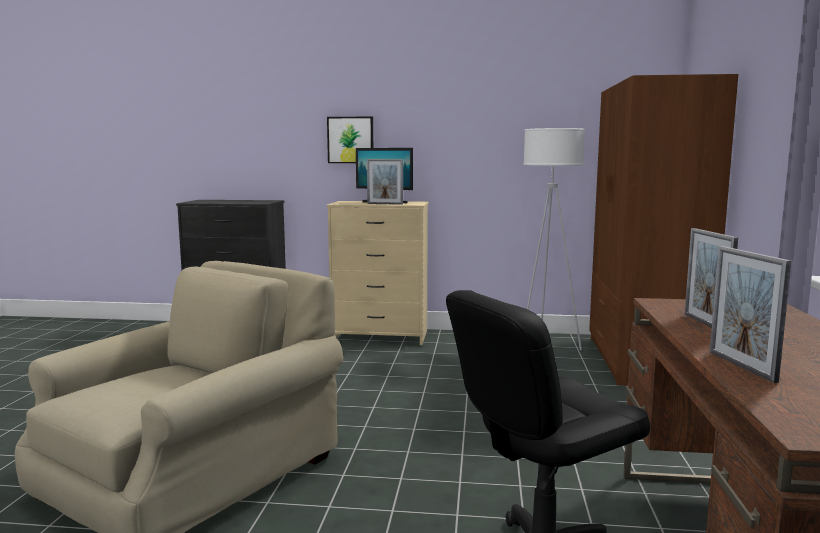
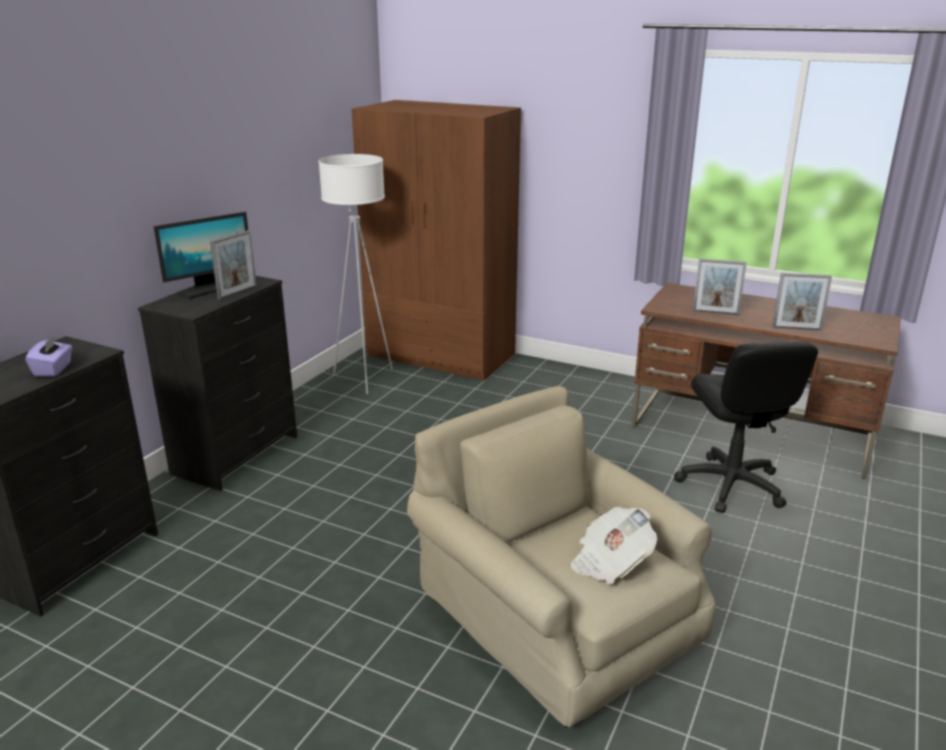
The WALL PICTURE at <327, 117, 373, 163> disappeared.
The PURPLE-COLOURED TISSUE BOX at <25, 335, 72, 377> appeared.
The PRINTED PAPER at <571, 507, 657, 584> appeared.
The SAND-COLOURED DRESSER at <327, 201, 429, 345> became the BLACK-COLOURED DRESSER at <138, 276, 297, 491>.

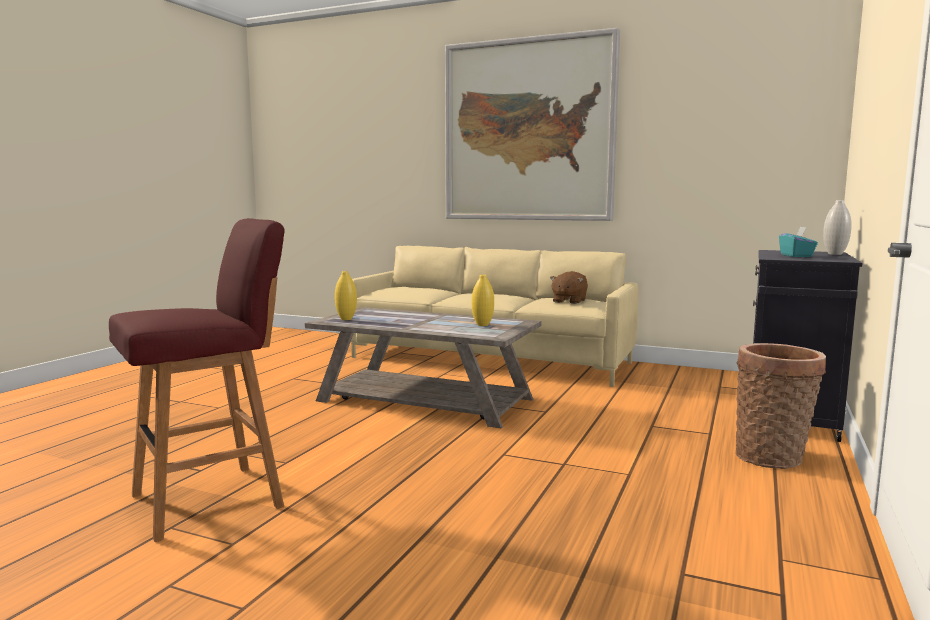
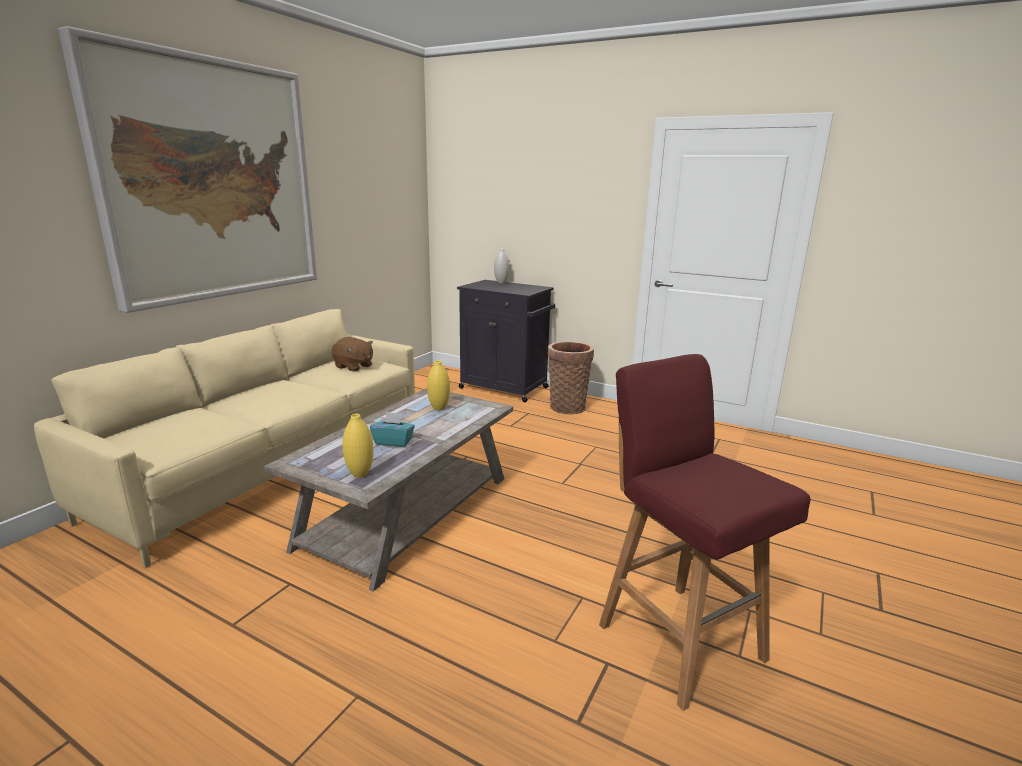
The BLUE-GREEN TISSUE BOX moved from <779, 226, 818, 257> to <370, 412, 415, 447>.

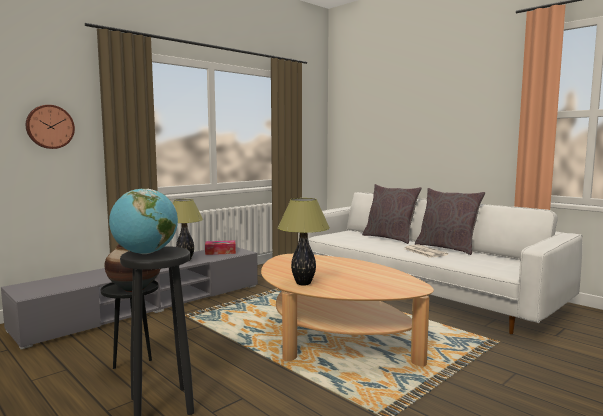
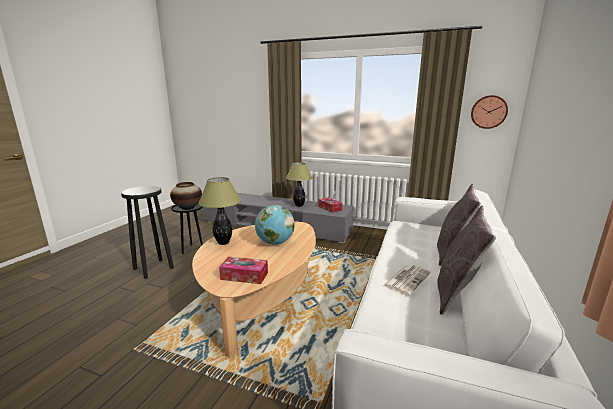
The TISSUE BOX at <219, 257, 268, 284> appeared.
The HANGING CLOCK moved from <26, 105, 75, 149> to <471, 95, 508, 129>.
The WORLD GLOBE moved from <109, 189, 178, 254> to <255, 205, 295, 245>.

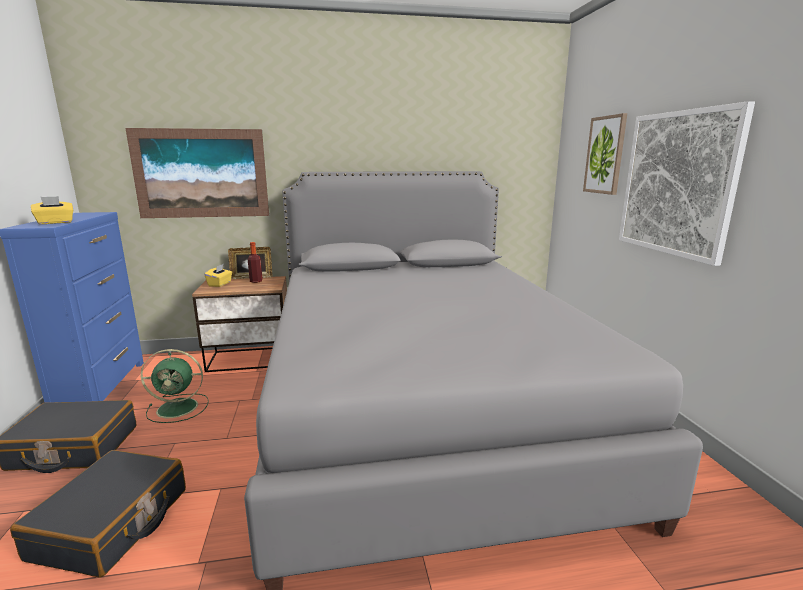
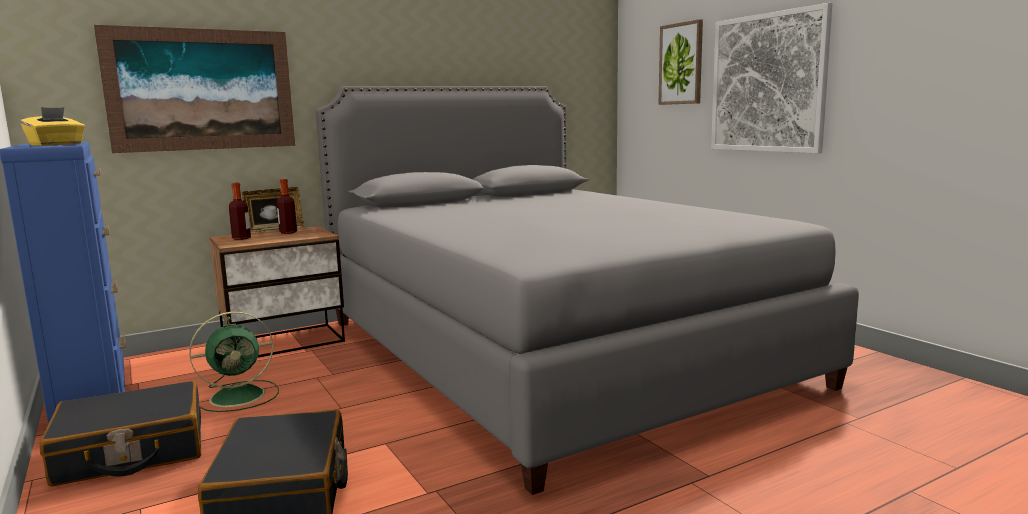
The YELLOWISH TISSUE BOX at <204, 264, 232, 287> was replaced by the BOTTLE at <229, 183, 251, 240>.

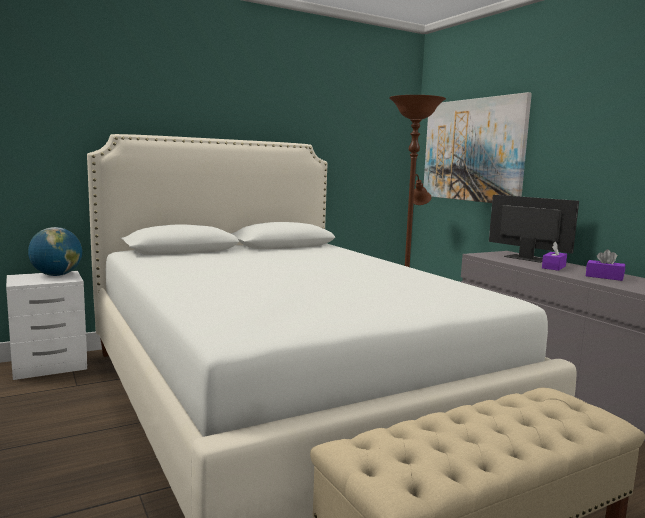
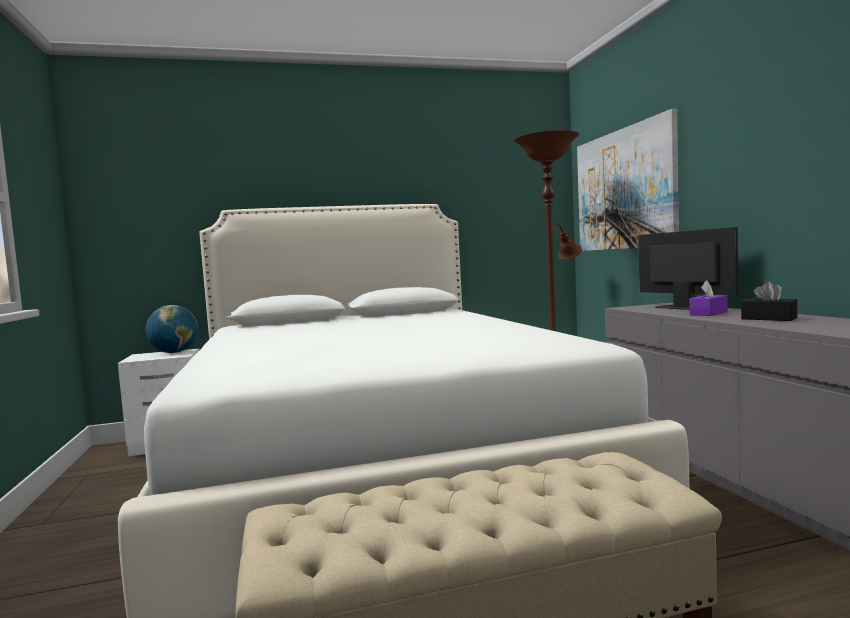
The PURPLE-COLOURED TISSUE BOX at <586, 249, 625, 281> became the BLACK-COLOURED TISSUE BOX at <741, 282, 797, 321>.

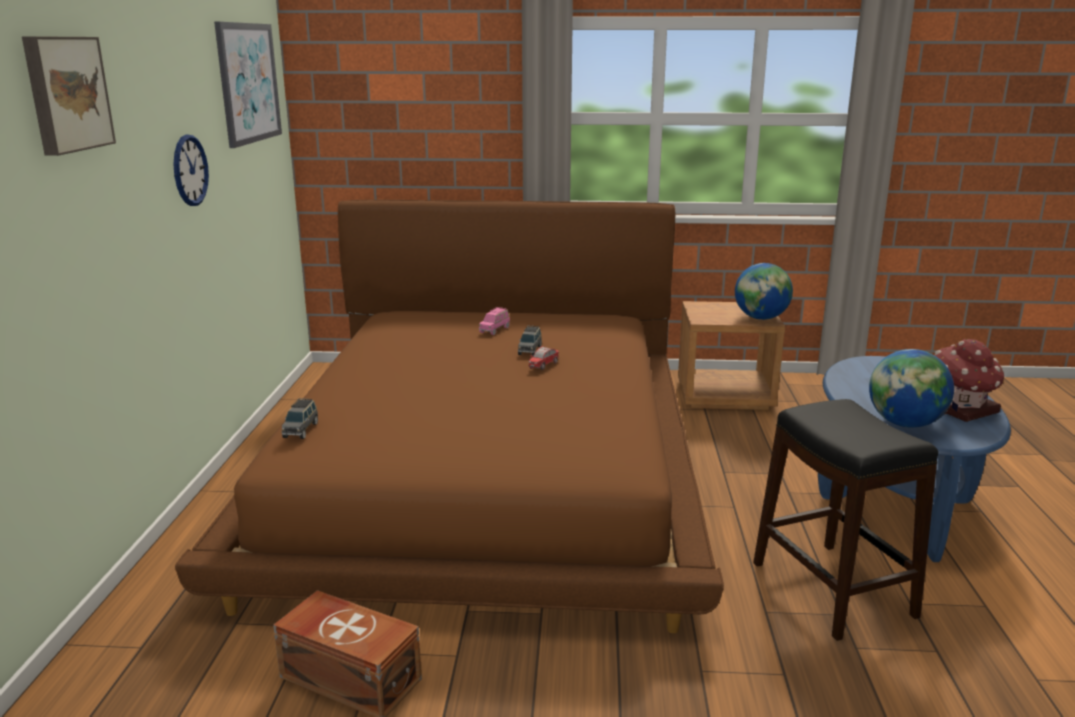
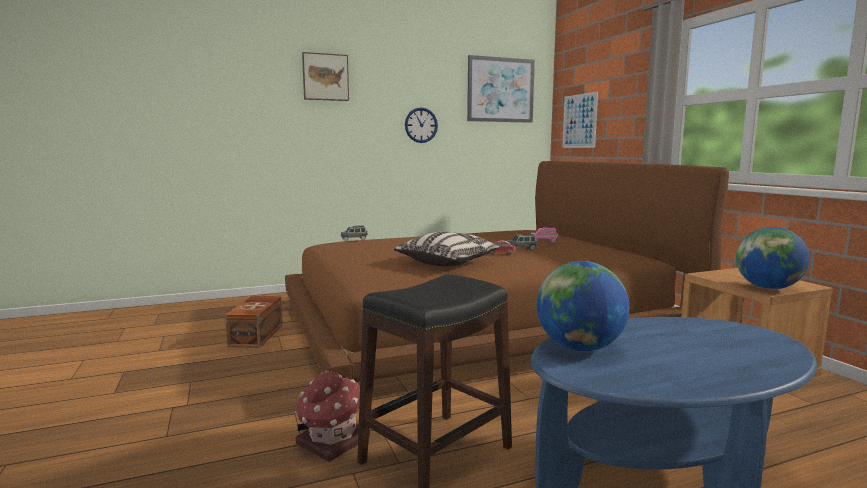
The THROW PILLOW at <394, 231, 500, 266> appeared.
The WALL PICTURE at <562, 92, 598, 148> appeared.
The MINIATURE HOUSE moved from <935, 339, 1004, 422> to <295, 371, 370, 462>.

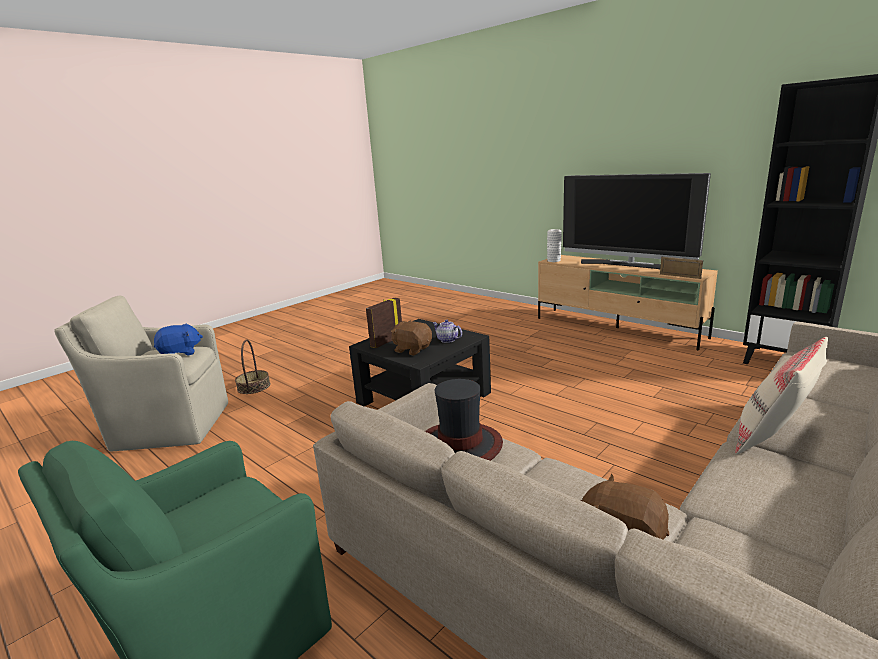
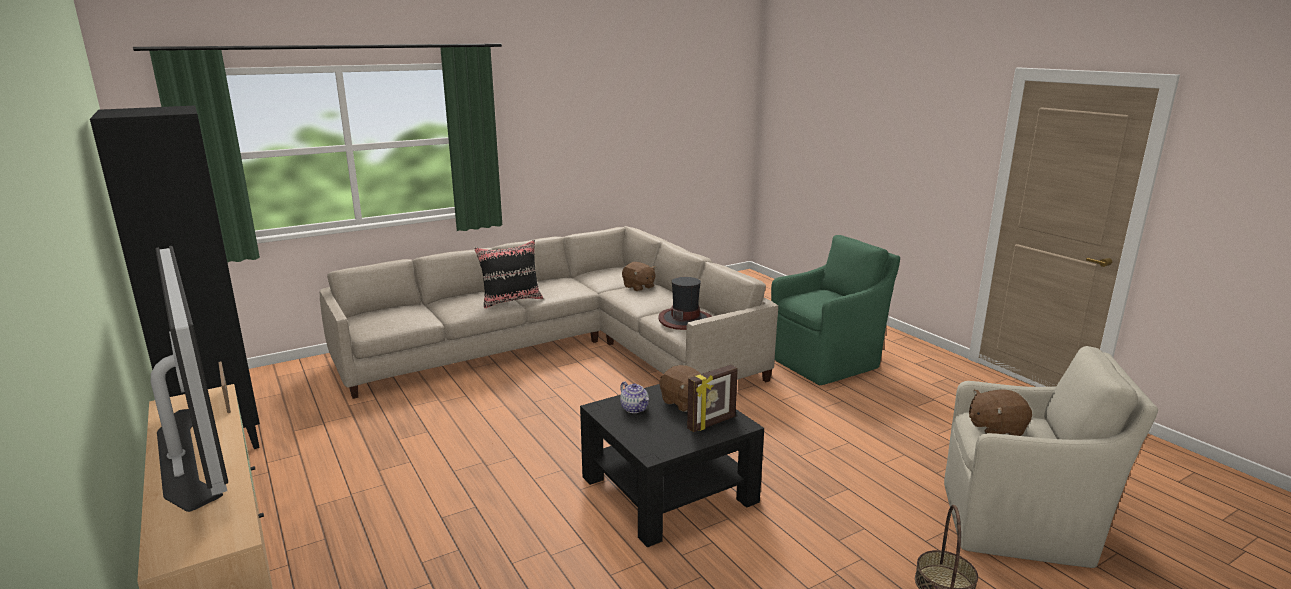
The WHITE-COLOURED FLOWER VASE at <547, 229, 562, 262> disappeared.
The BLUE CUDDLY TOY at <154, 323, 203, 356> became the BROWN-COLOURED CUDDLY TOY at <969, 390, 1032, 436>.
The SAND-COLOURED THROW PILLOW at <735, 337, 828, 454> became the BLACK-COLOURED THROW PILLOW at <474, 240, 544, 308>.

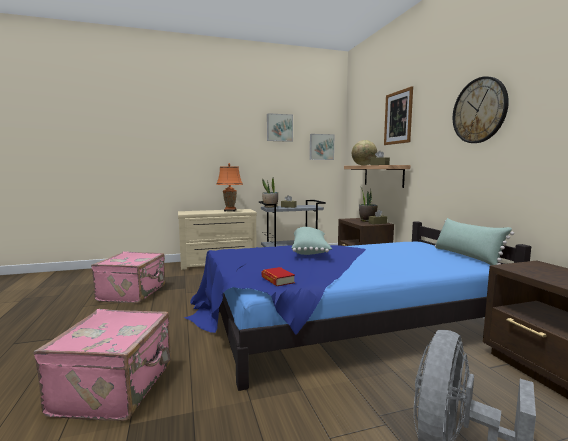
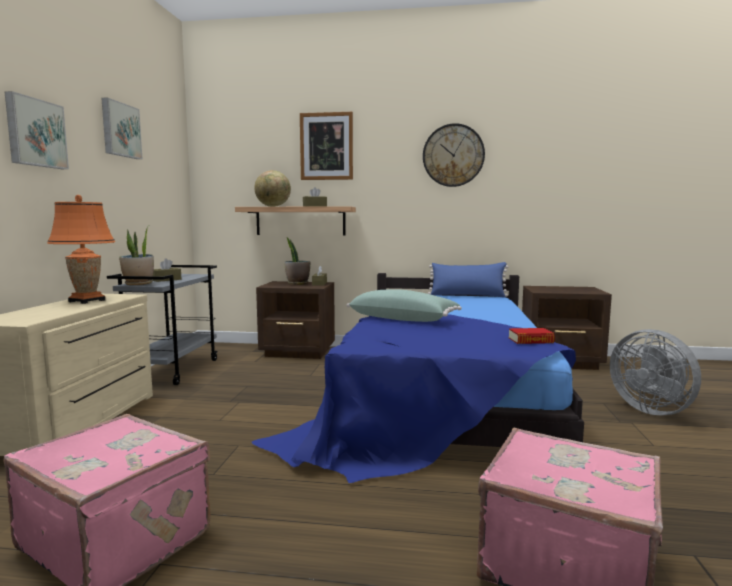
The WALL PICTURE moved from <310, 134, 334, 160> to <5, 91, 69, 169>.
The GREENISH THROW PILLOW at <435, 218, 514, 265> became the BLUE THROW PILLOW at <428, 262, 509, 298>.

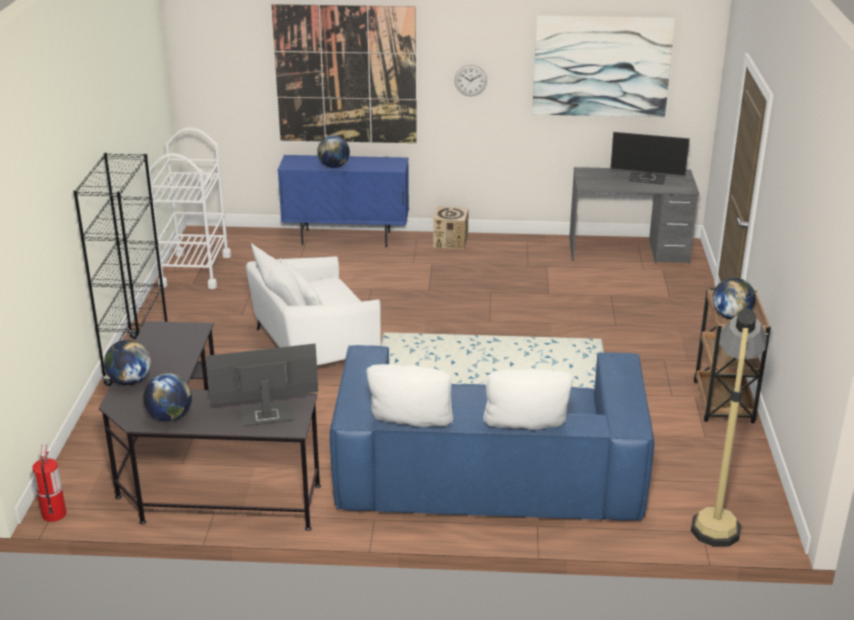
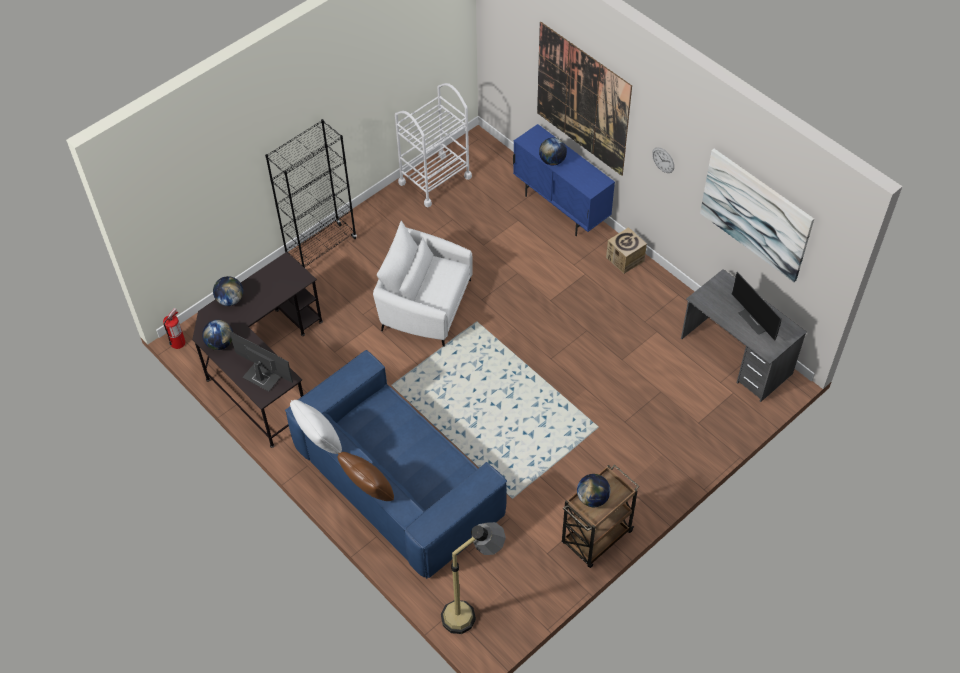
The WHITE-COLOURED THROW PILLOW at <484, 369, 574, 430> became the BROWN-COLOURED THROW PILLOW at <338, 452, 394, 501>.

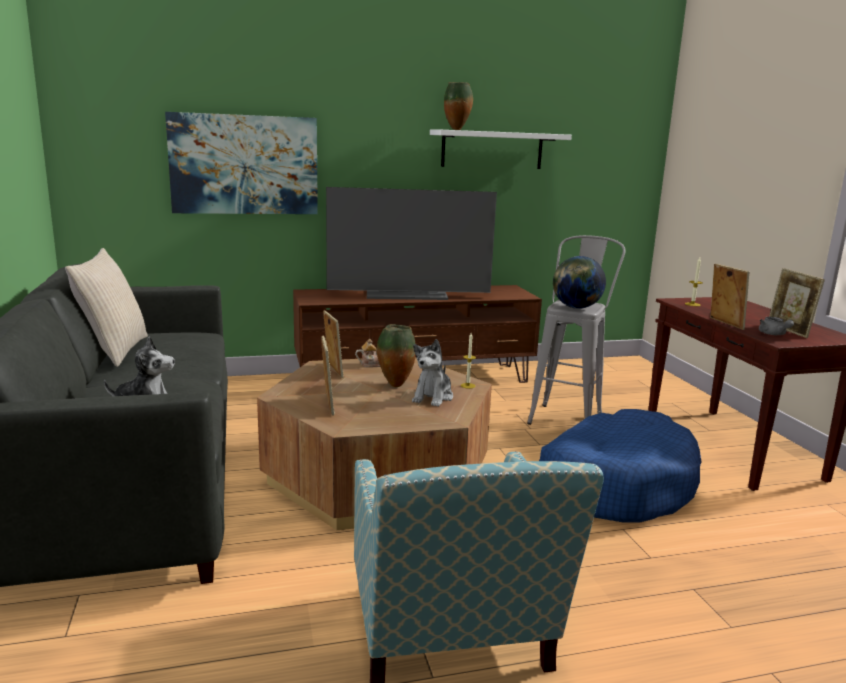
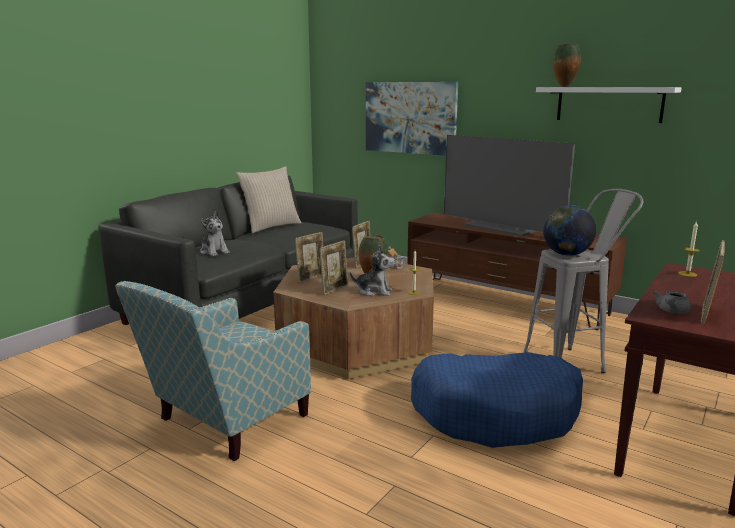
The STANDING FRAME moved from <710, 264, 749, 330> to <319, 240, 348, 295>.
The CUDDLY TOY at <412, 339, 453, 407> turned 150 degrees counterclockwise.

